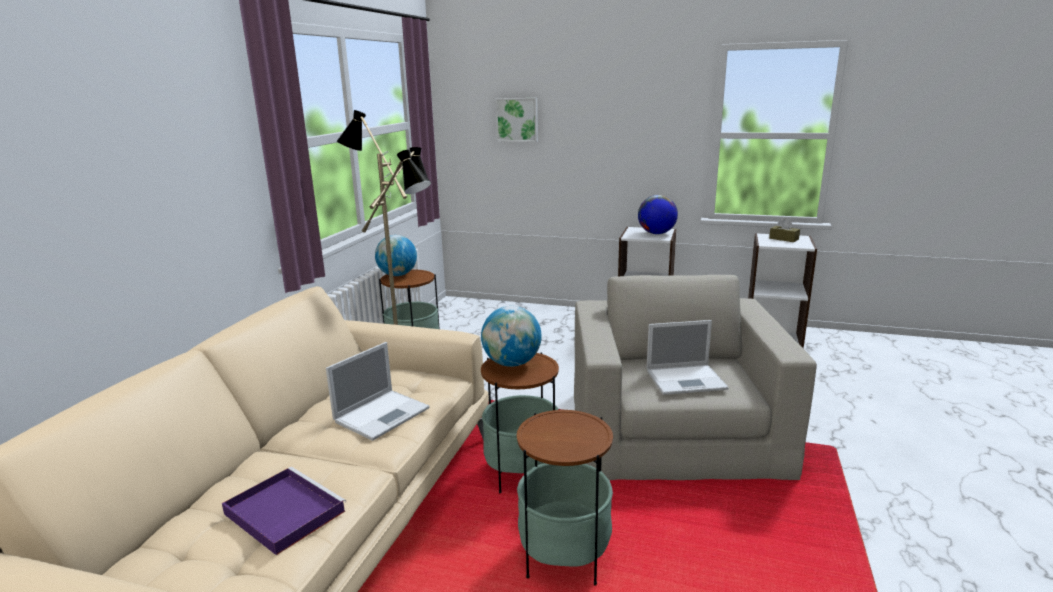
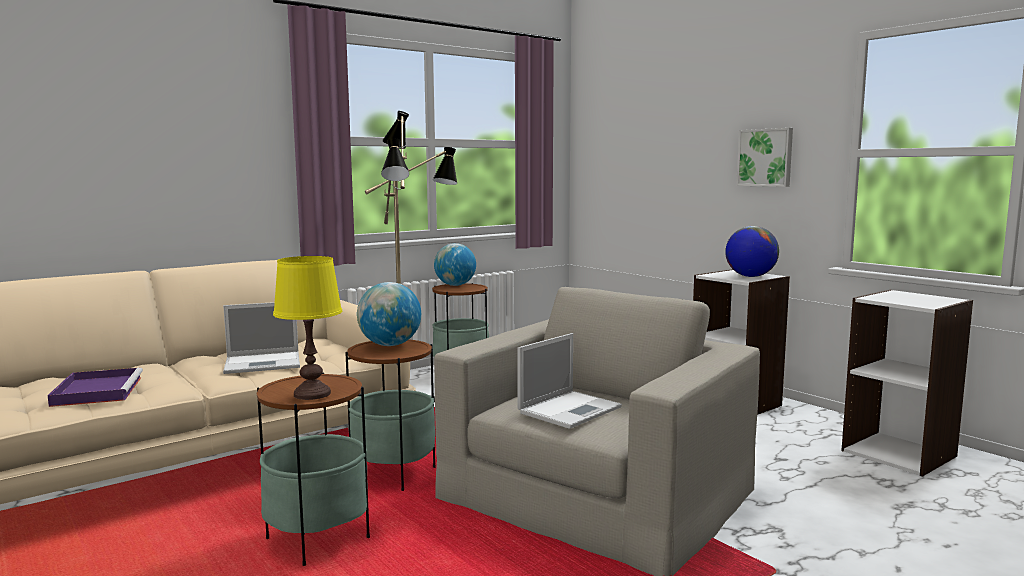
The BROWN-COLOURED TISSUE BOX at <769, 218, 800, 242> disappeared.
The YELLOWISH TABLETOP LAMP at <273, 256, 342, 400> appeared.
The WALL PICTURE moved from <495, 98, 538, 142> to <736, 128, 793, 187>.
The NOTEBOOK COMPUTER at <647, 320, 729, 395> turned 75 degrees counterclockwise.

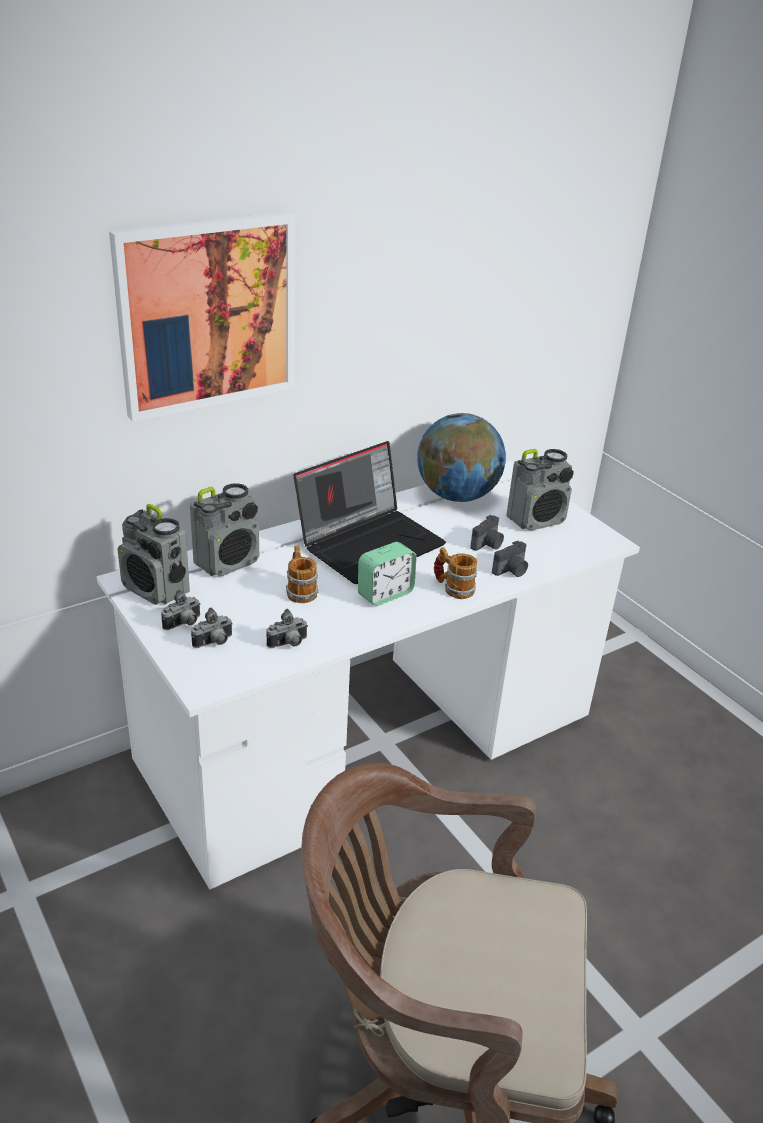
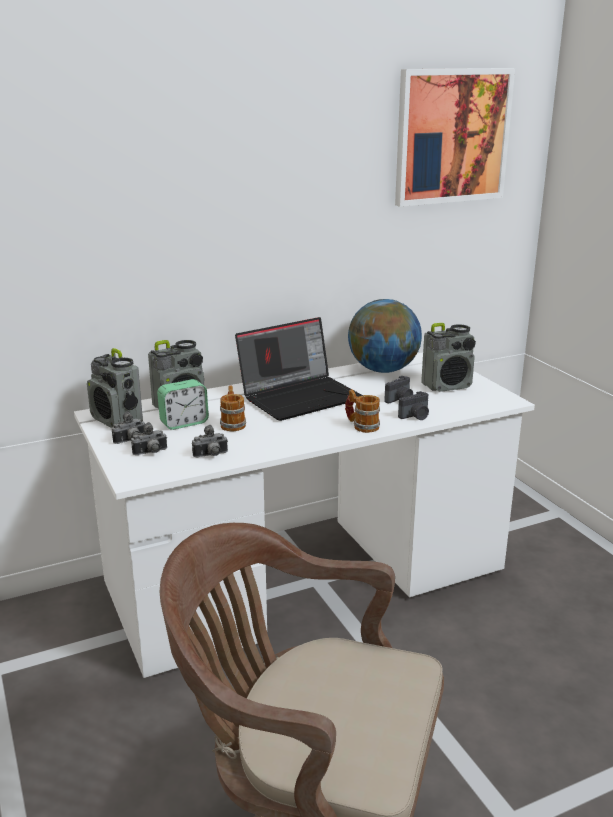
The WALL PICTURE moved from <109, 212, 295, 422> to <395, 68, 515, 207>.
The BEDSIDE CLOCK moved from <358, 542, 417, 606> to <157, 379, 209, 430>.

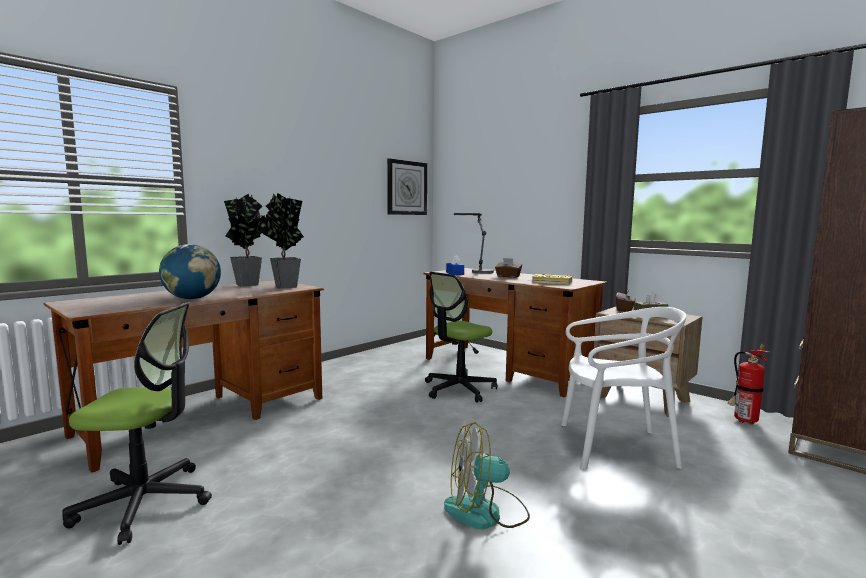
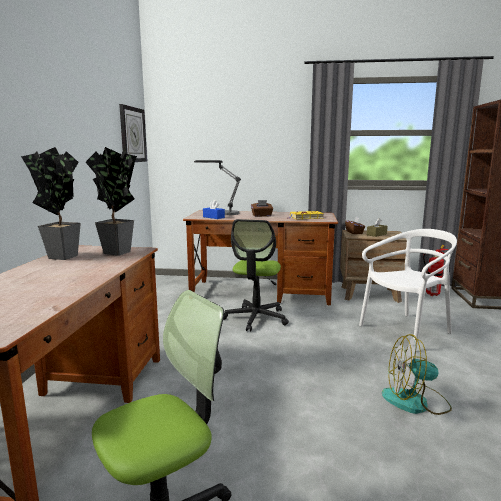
The WORLD GLOBE at <159, 244, 221, 299> disappeared.
The COOLING FAN at <444, 422, 530, 530> turned 45 degrees clockwise.

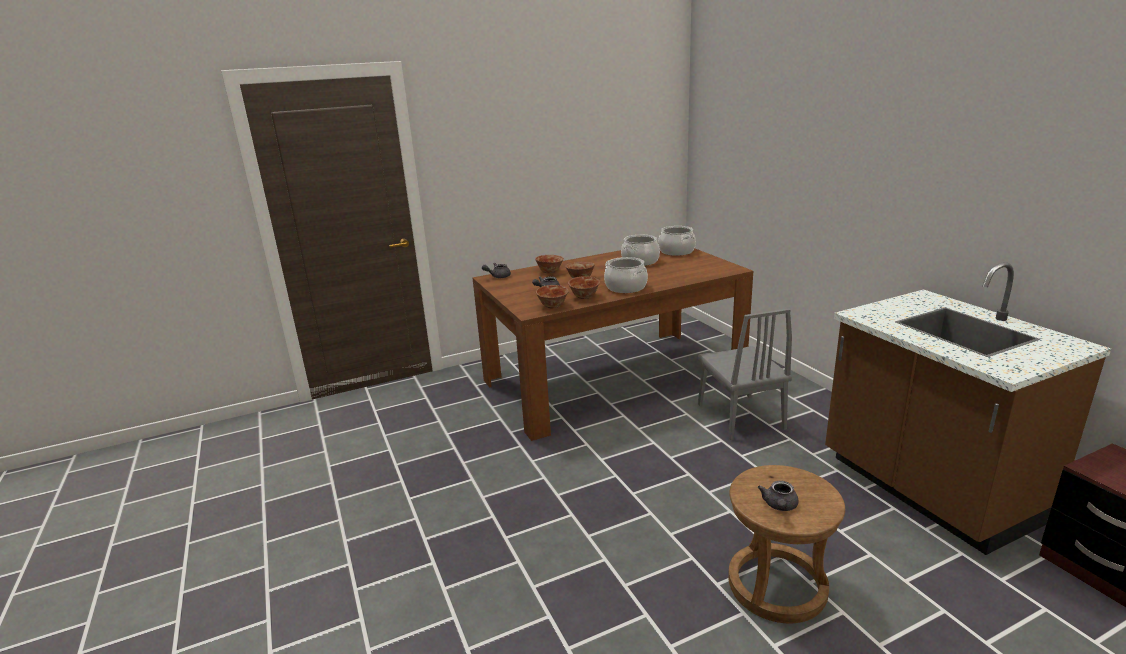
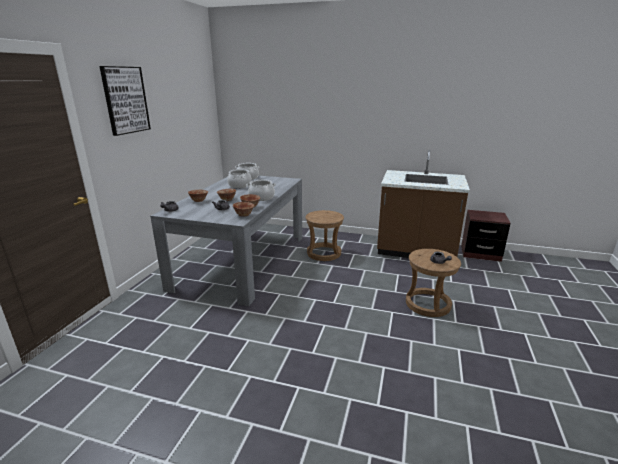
The WALL PICTURE at <99, 66, 151, 136> appeared.
The GREY CHAIR at <698, 309, 792, 440> was replaced by the BROWN-COLOURED STOOL at <305, 210, 344, 261>.
The BROWN-COLOURED DINING TABLE at <472, 248, 753, 441> became the GREY DINING TABLE at <150, 176, 302, 306>.

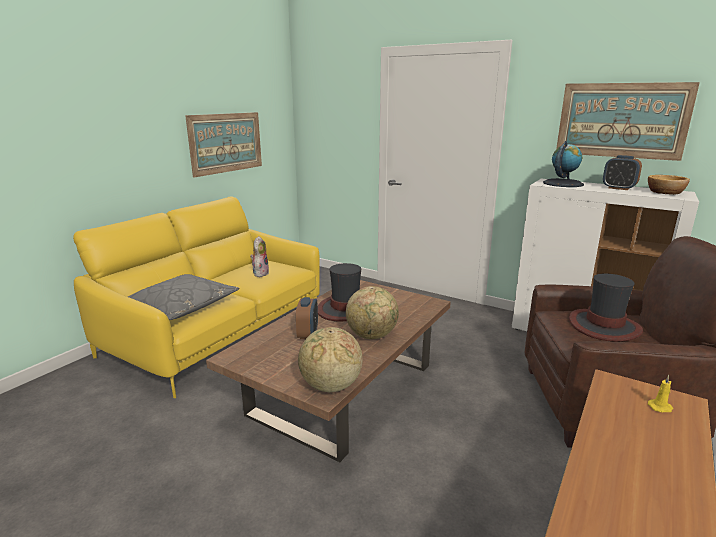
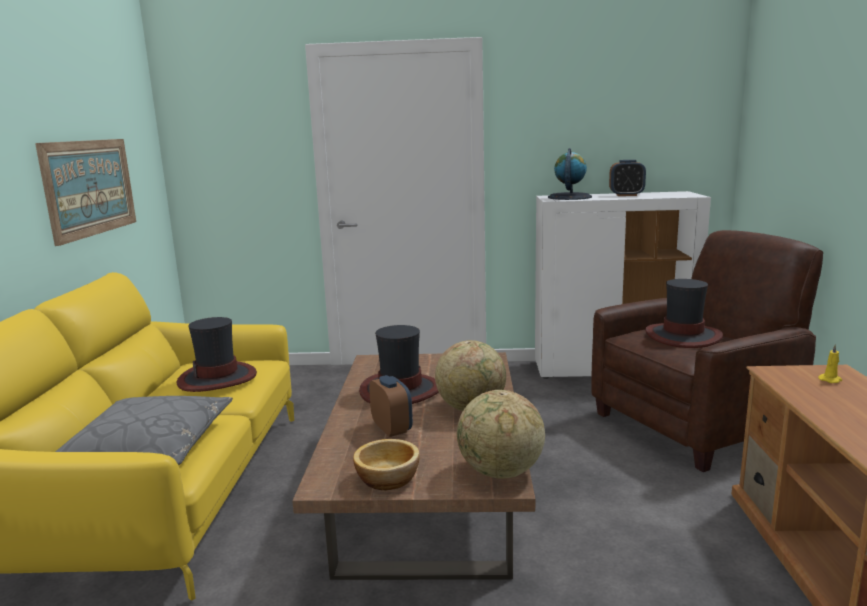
The WALL PICTURE at <556, 82, 700, 161> disappeared.
The BOWL moved from <648, 175, 690, 195> to <353, 439, 420, 491>.
The CUDDLY TOY at <250, 236, 269, 277> was replaced by the HAT at <177, 317, 257, 392>.

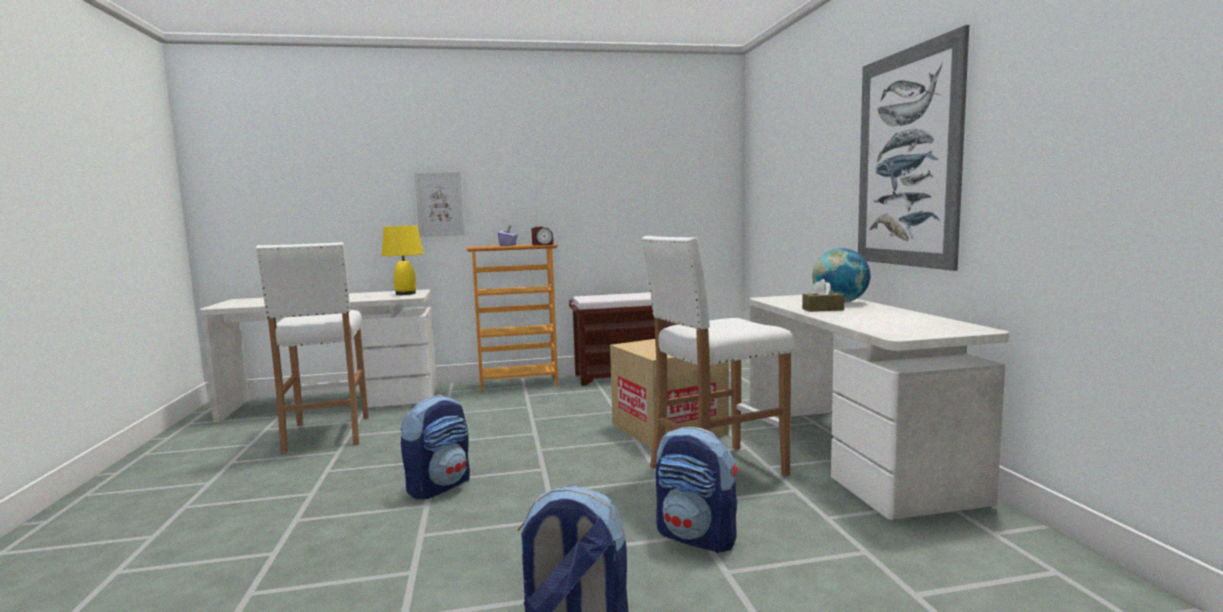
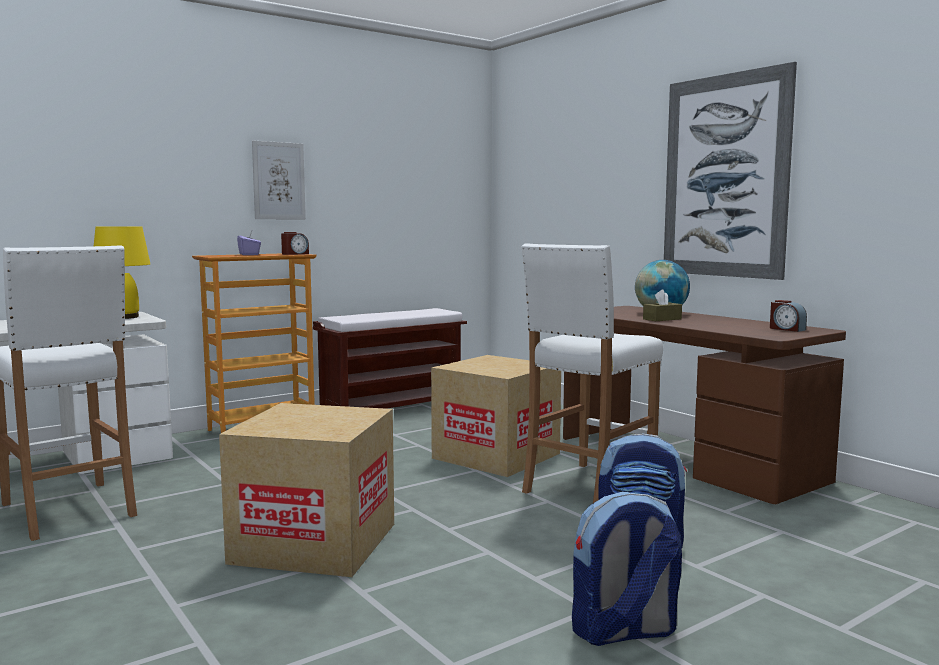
The BEDSIDE CLOCK at <770, 300, 807, 332> appeared.
The WALL PICTURE moved from <415, 172, 464, 237> to <252, 140, 306, 219>.
The KNAPSACK at <401, 395, 470, 499> was replaced by the PACKING BOX at <219, 403, 394, 577>.
The WHITE-COLOURED DESK TABLE at <750, 295, 1009, 520> became the BROWN-COLOURED DESK TABLE at <563, 306, 846, 504>.

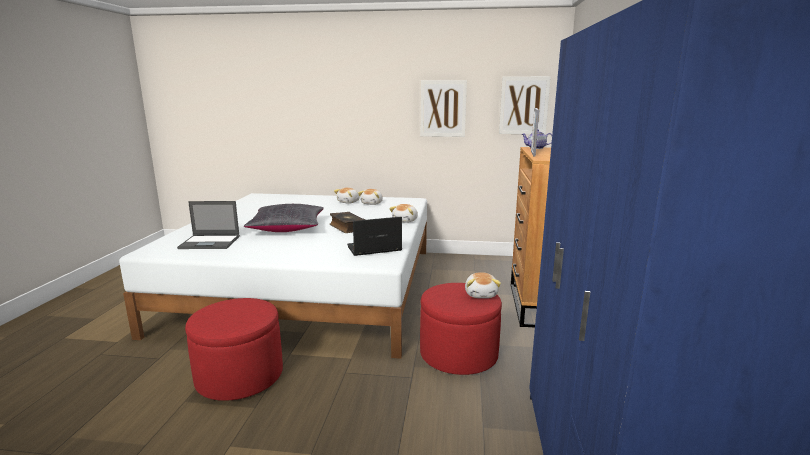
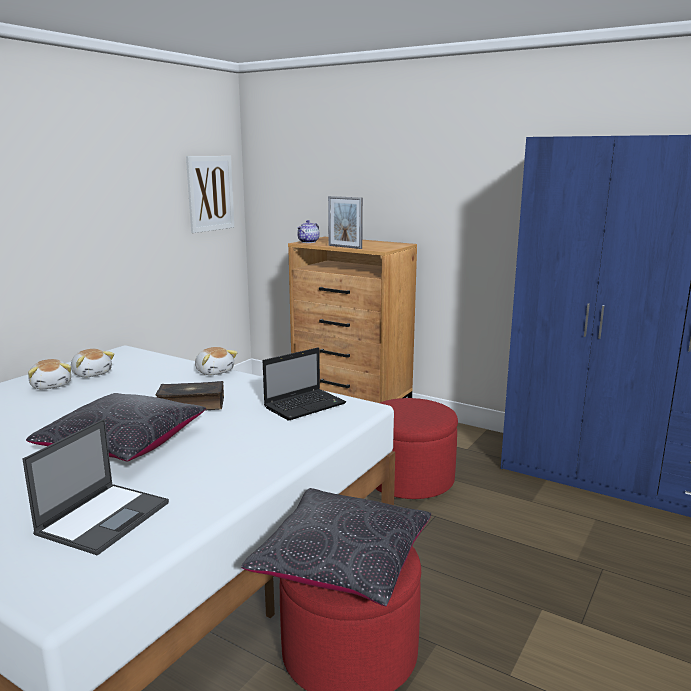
The WALL PICTURE at <420, 80, 467, 137> disappeared.
The CUDDLY TOY at <465, 272, 501, 298> disappeared.
The BLACK-COLOURED THROW PILLOW at <241, 488, 431, 606> appeared.
The NOTEBOOK COMPUTER at <347, 217, 402, 256> turned 135 degrees counterclockwise.

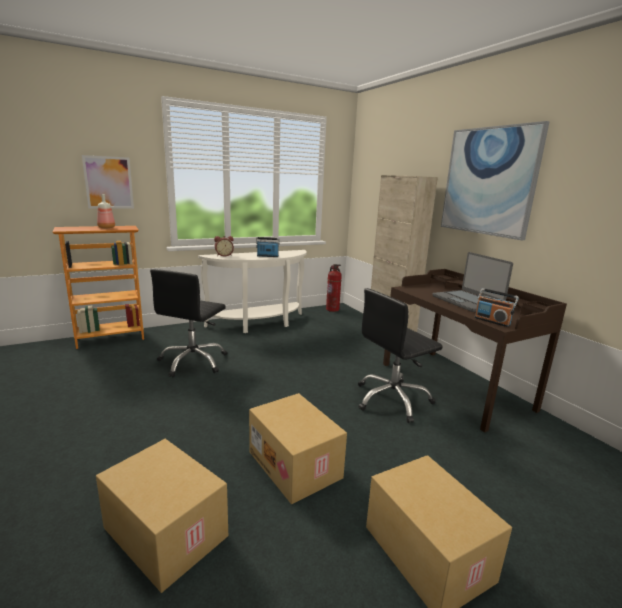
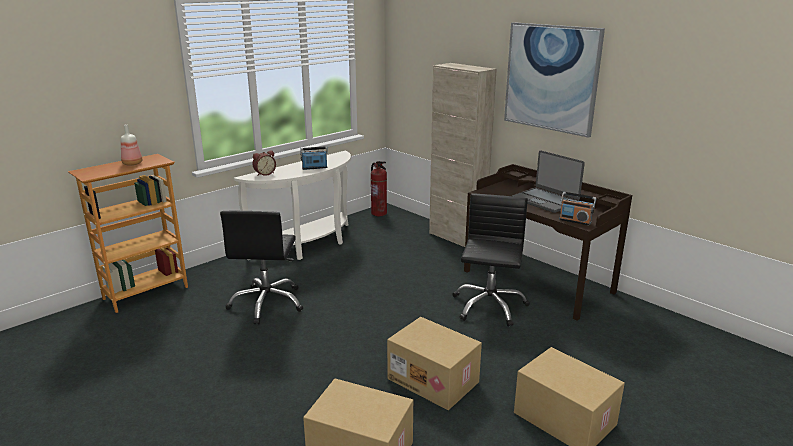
The WALL PICTURE at <82, 155, 134, 209> disappeared.
The BLACK-COLOURED OFFICE CHAIR at <358, 288, 443, 423> turned 150 degrees clockwise.

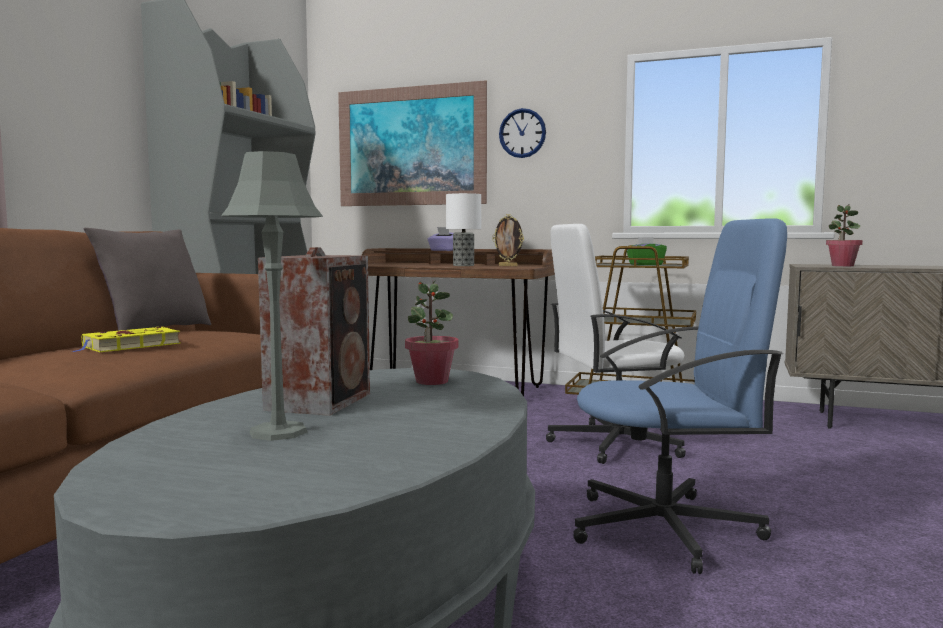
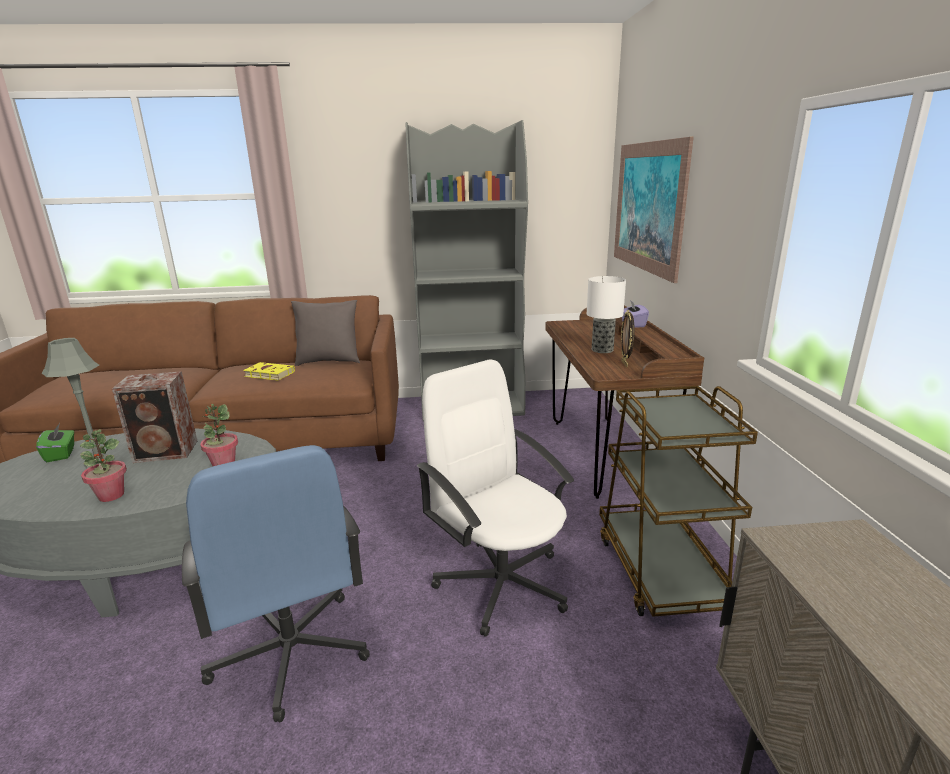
The HANGING CLOCK at <499, 108, 546, 158> disappeared.
The GREENISH TISSUE BOX moved from <627, 237, 667, 265> to <36, 423, 74, 462>.
The POTTED PLANT moved from <826, 205, 863, 266> to <80, 429, 127, 502>.

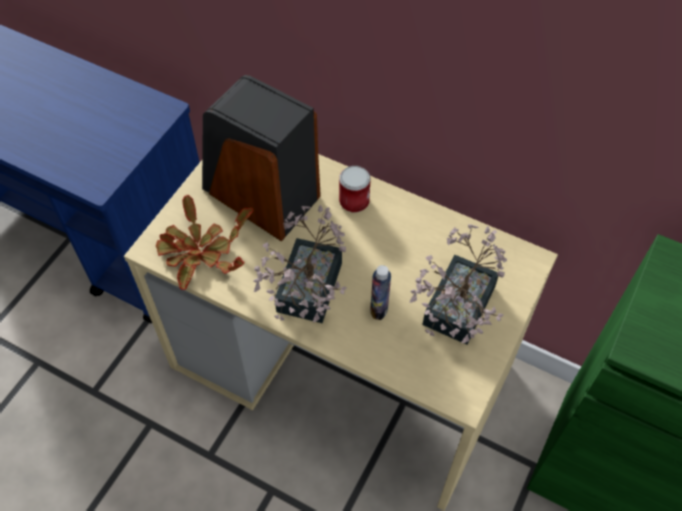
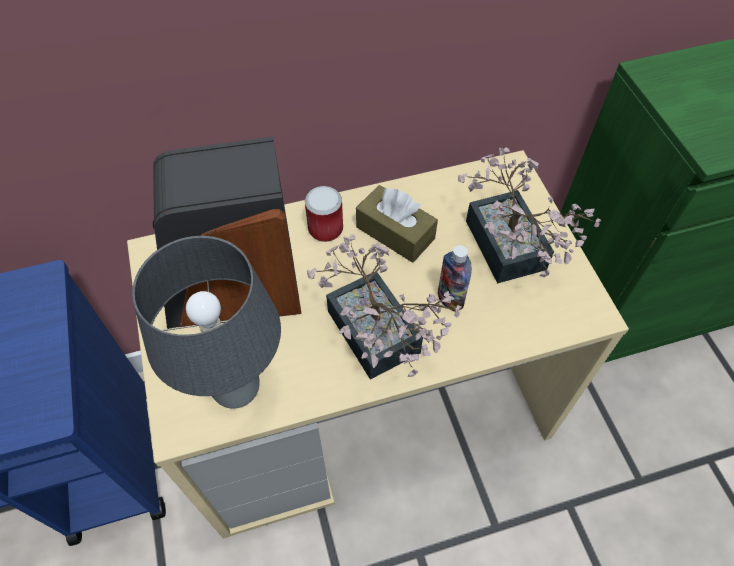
The BROWN-COLOURED TISSUE BOX at <356, 185, 438, 263> appeared.
The POTTED PLANT at <156, 195, 254, 290> was replaced by the GREY TABLETOP LAMP at <132, 236, 281, 409>.

